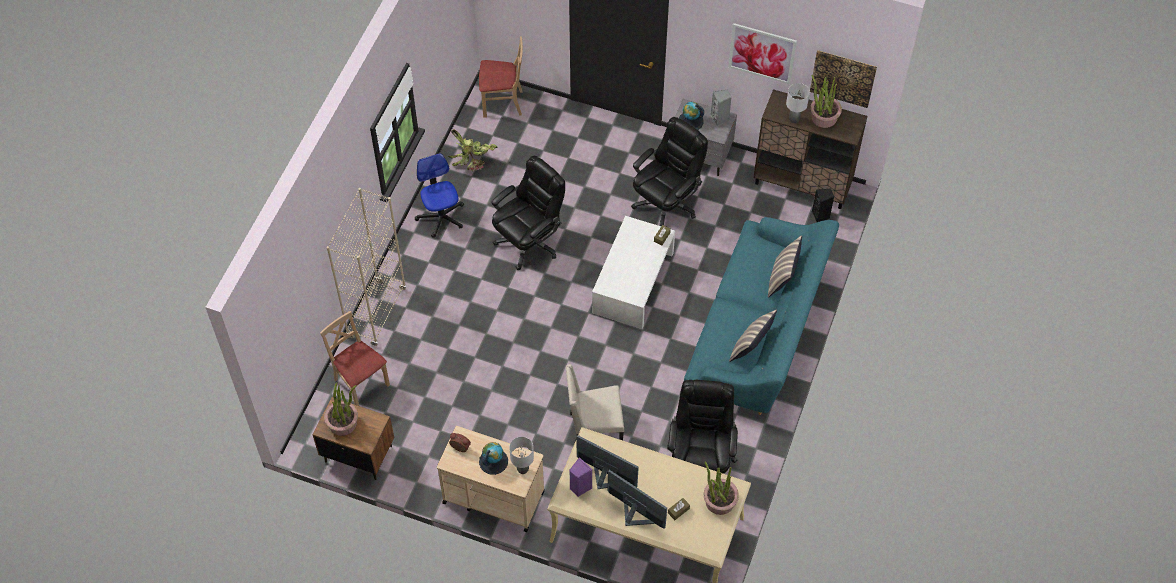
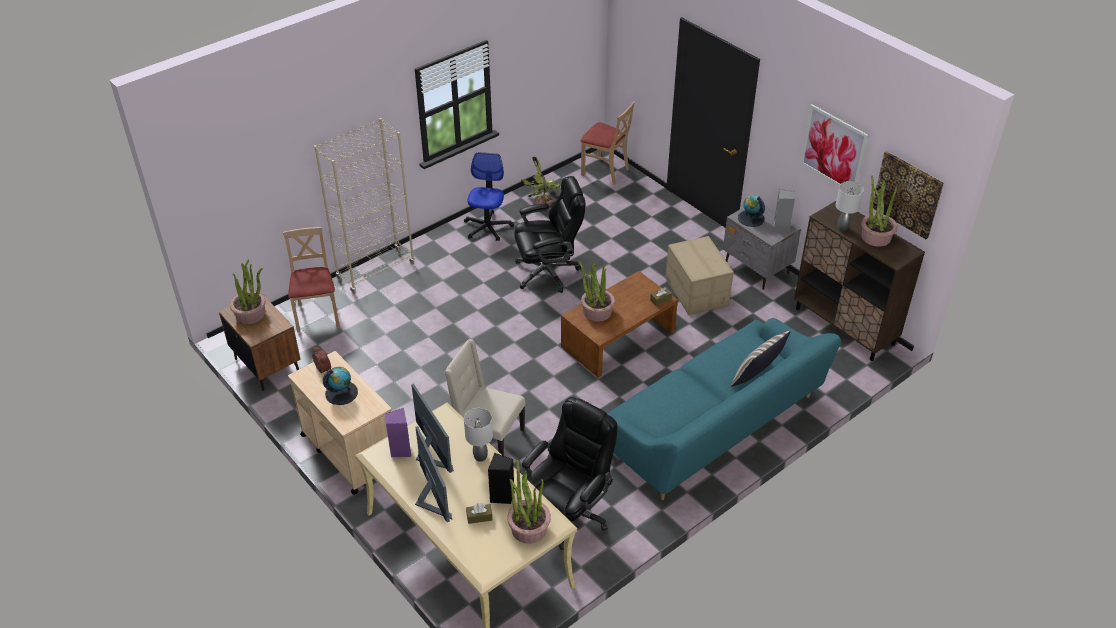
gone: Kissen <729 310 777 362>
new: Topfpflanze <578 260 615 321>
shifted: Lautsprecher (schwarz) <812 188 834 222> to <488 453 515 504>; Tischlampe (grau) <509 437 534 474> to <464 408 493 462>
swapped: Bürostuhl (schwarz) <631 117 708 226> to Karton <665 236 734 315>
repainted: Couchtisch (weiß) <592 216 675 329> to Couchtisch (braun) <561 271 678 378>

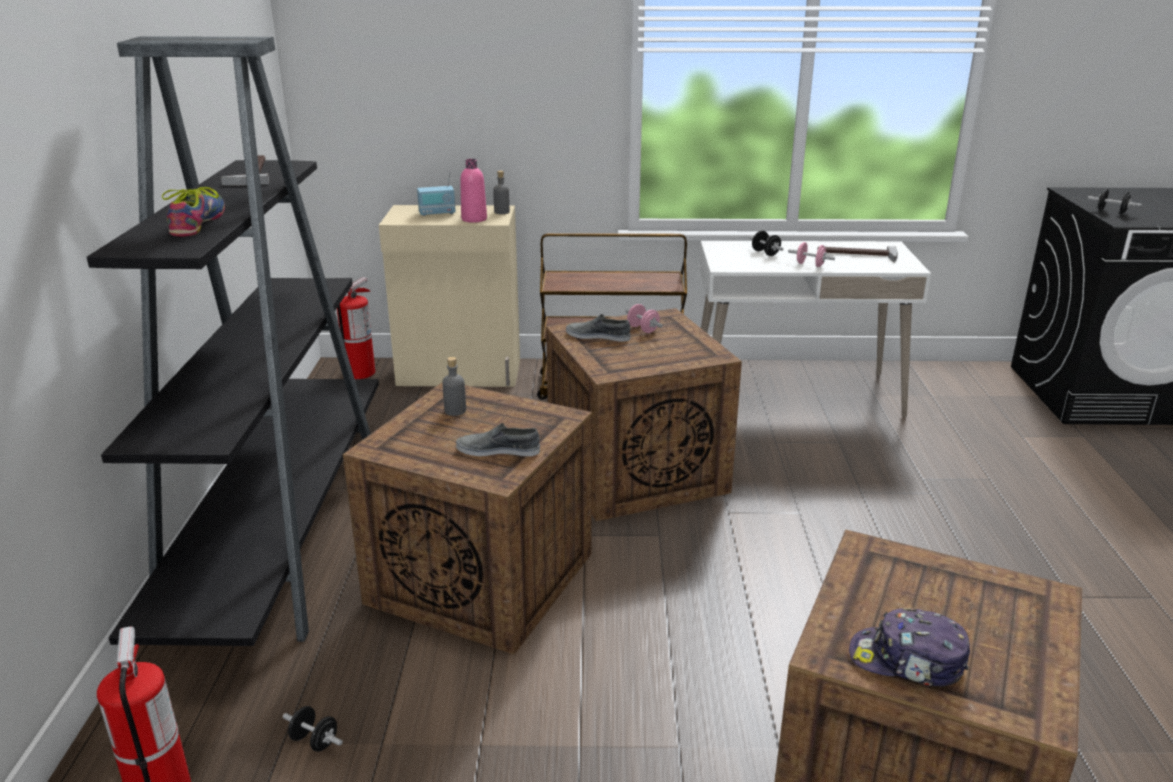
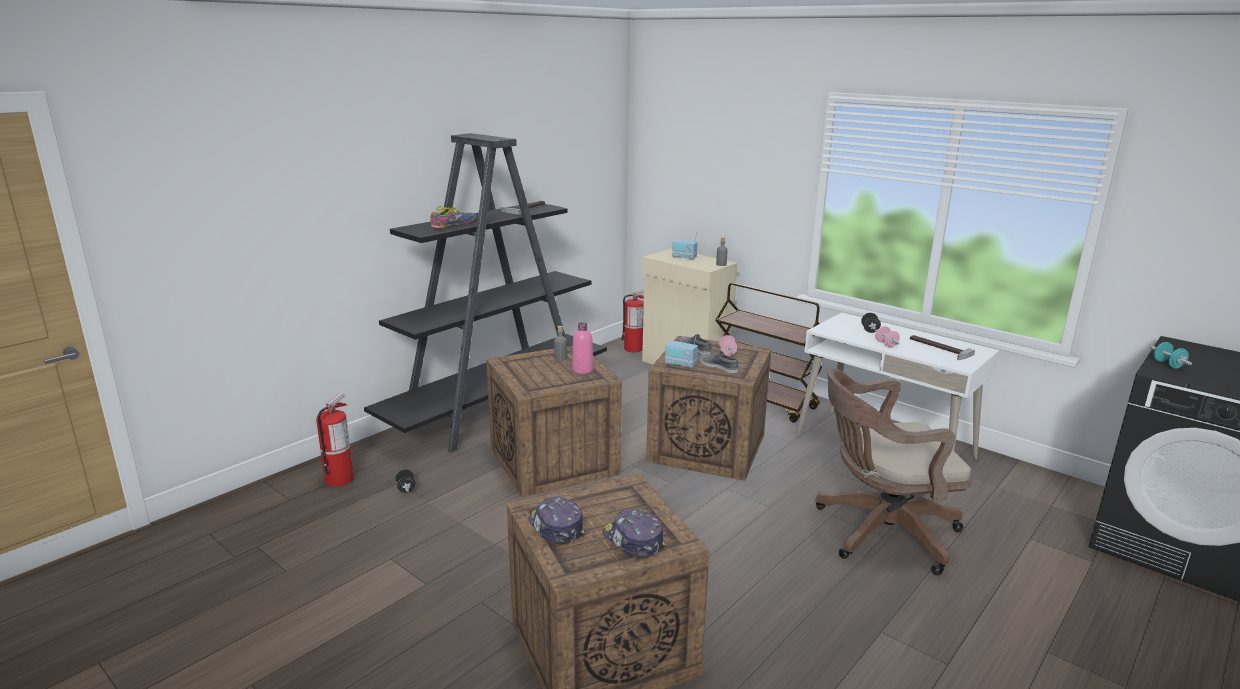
new: Radio <665 333 698 368>; Bürostuhl (braun) <815 368 972 575>; Kappe <603 509 666 558>
shifted: Flasche (rosa) <460 159 487 223> to <572 322 594 374>; Schuh (grau) <456 423 540 456> to <699 351 739 373>
repainted: Hantel (schwarz) <1087 189 1142 214> to Hantel (türkis) <1150 342 1192 369>

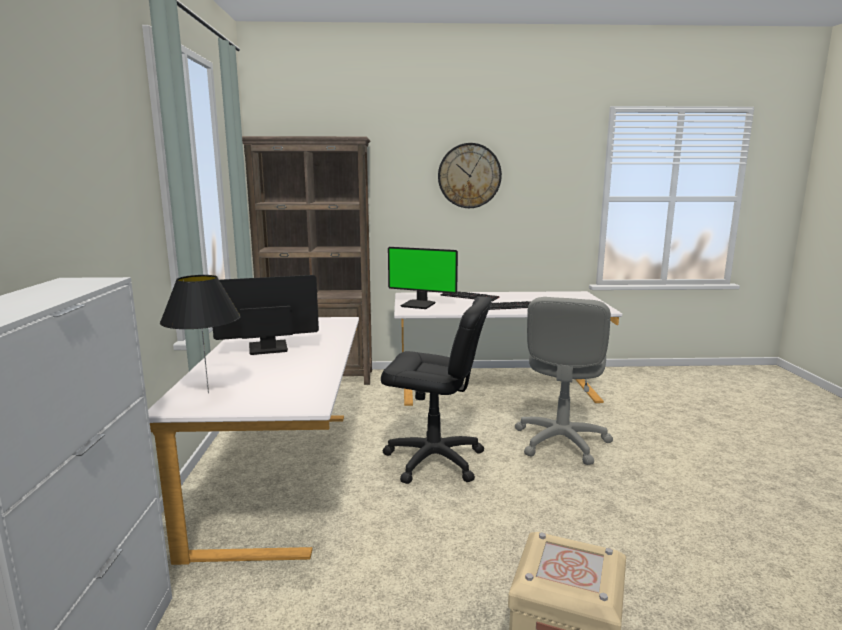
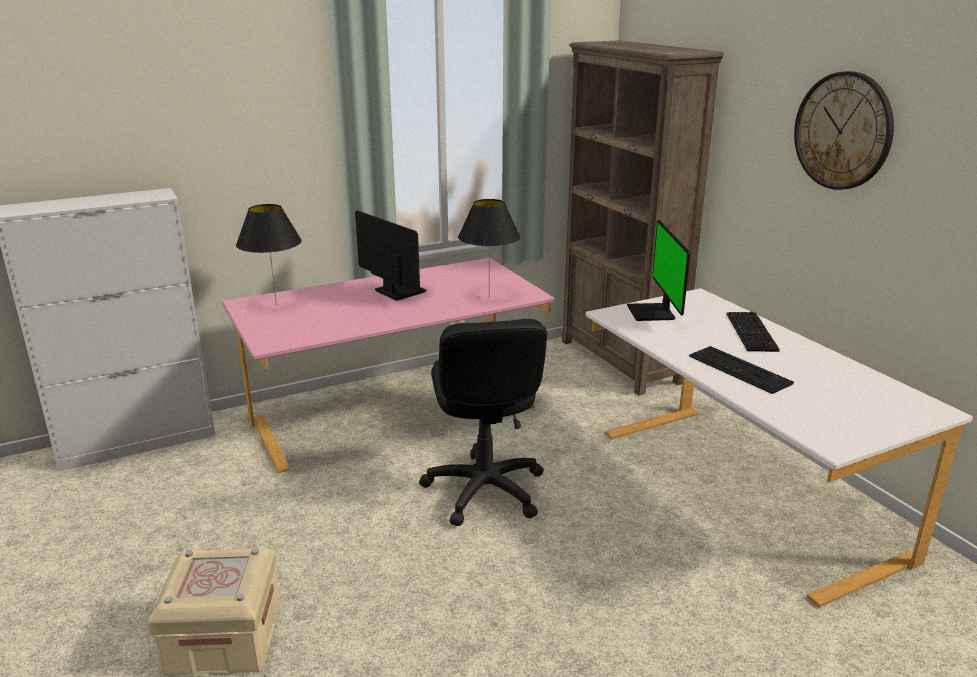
gone: Bürostuhl (grau) <515 297 613 465>
new: Tischlampe (schwarz) <458 199 520 298>
repainted: Schreibtisch (weiß) <148 317 359 565> to Schreibtisch (rosa) <222 258 554 473>

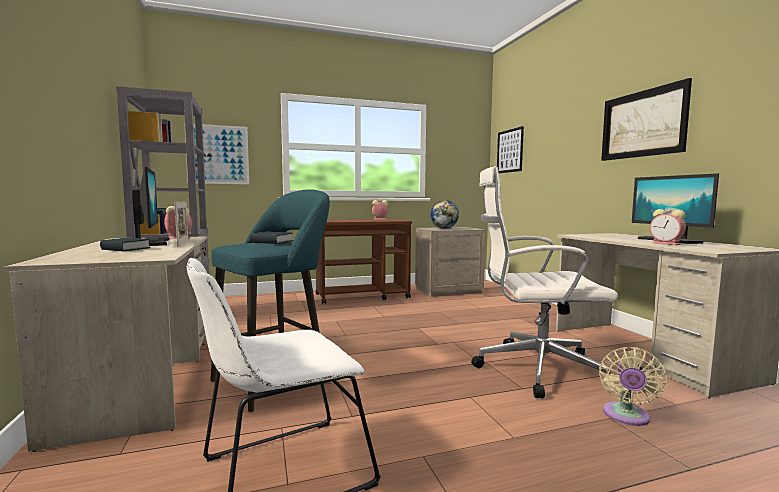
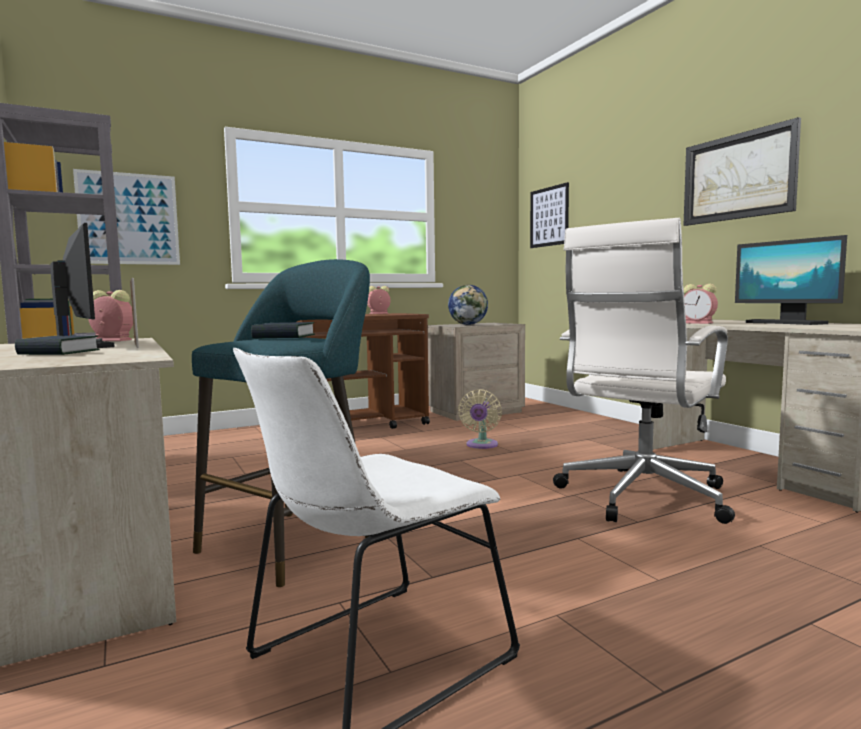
shifted: Wecker <650 209 686 245> to <684 284 718 324>; Ventilator (beige) <599 347 667 426> to <458 389 502 449>
rotated: Bürostuhl (weiß) <471 166 618 398> = <553 218 735 524> 45 degrees counterclockwise

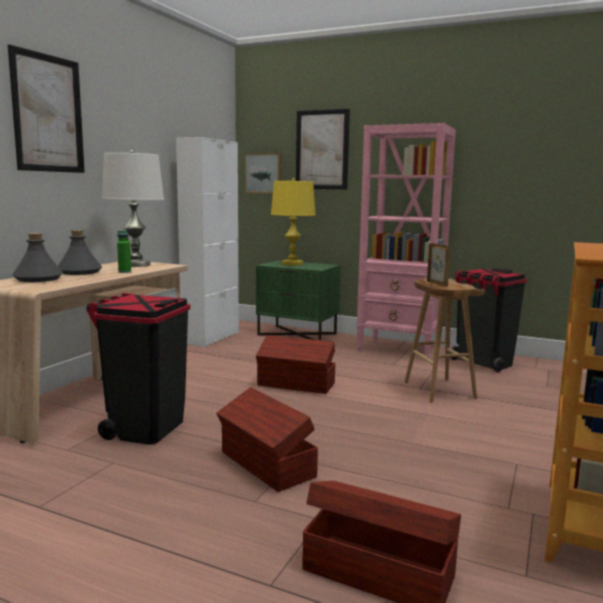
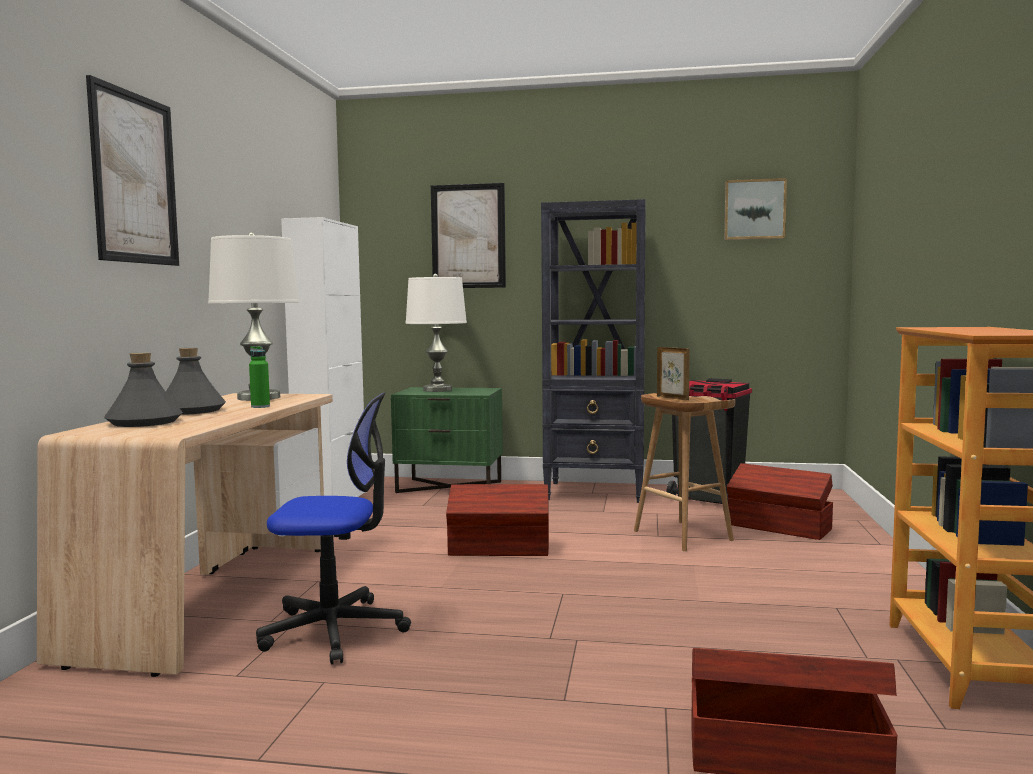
shifted: Bild <245 153 281 194> to <724 178 787 240>; Aufbewahrungsbox (braun) <216 387 318 492> to <727 463 833 540>
swapped: Mülleimer (schwarz) <86 293 190 445> to Bürostuhl <256 392 411 665>
repainted: Bücherregal (rosa) <357 123 456 358> to Bücherregal (schwarz) <541 199 646 503>; Tischlampe (gelb) <271 178 315 265> to Tischlampe (weiß) <406 274 467 392>

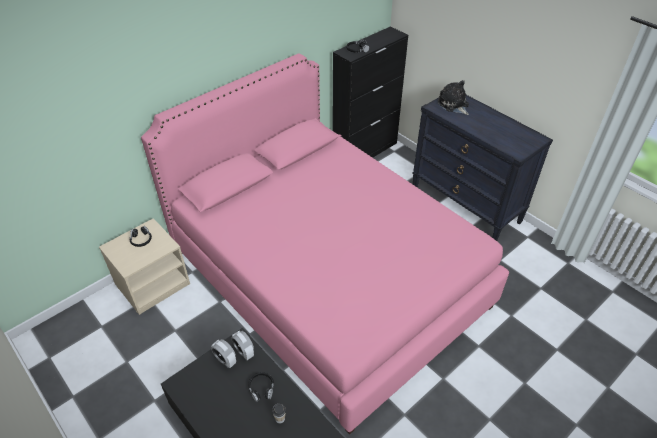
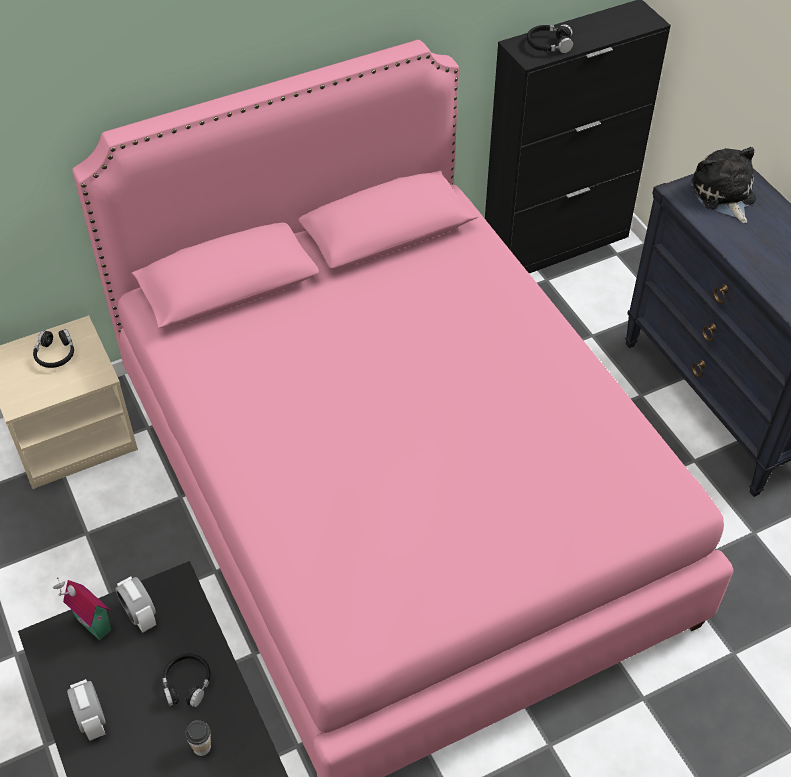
new: Spielzeughaus <52 577 112 641>
shifted: Wecker <231 331 254 360> to <67 679 105 741>

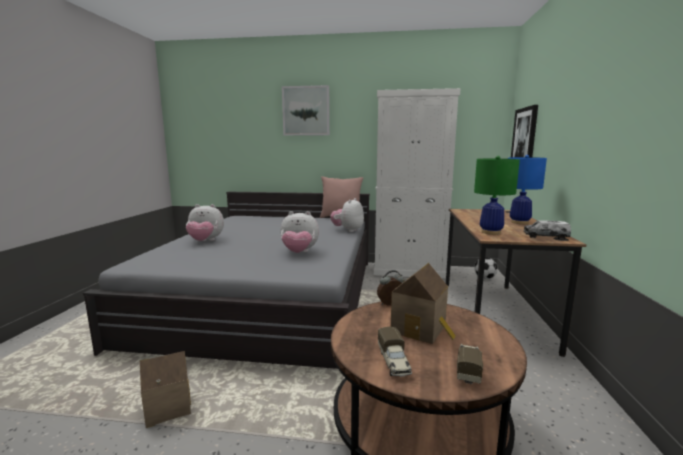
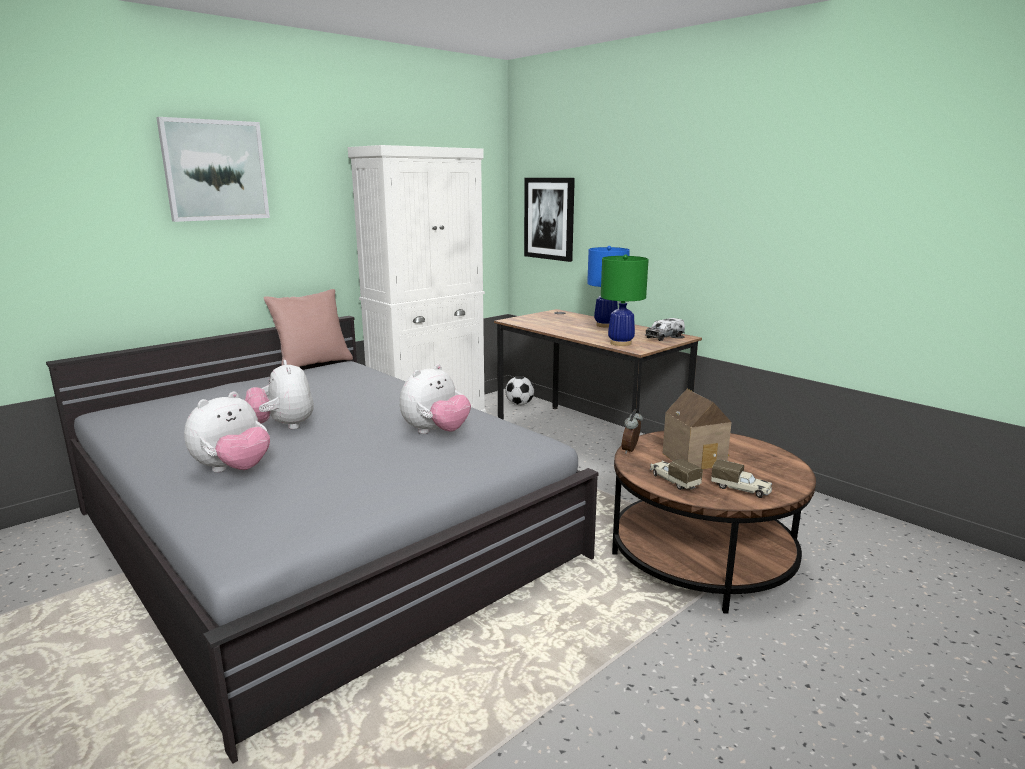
gone: Spielzeughaus <140 351 191 428>
shifted: Plüschtier <330 198 364 232> to <245 360 314 429>; Spielzeuglaster <457 344 483 385> to <650 459 703 490>

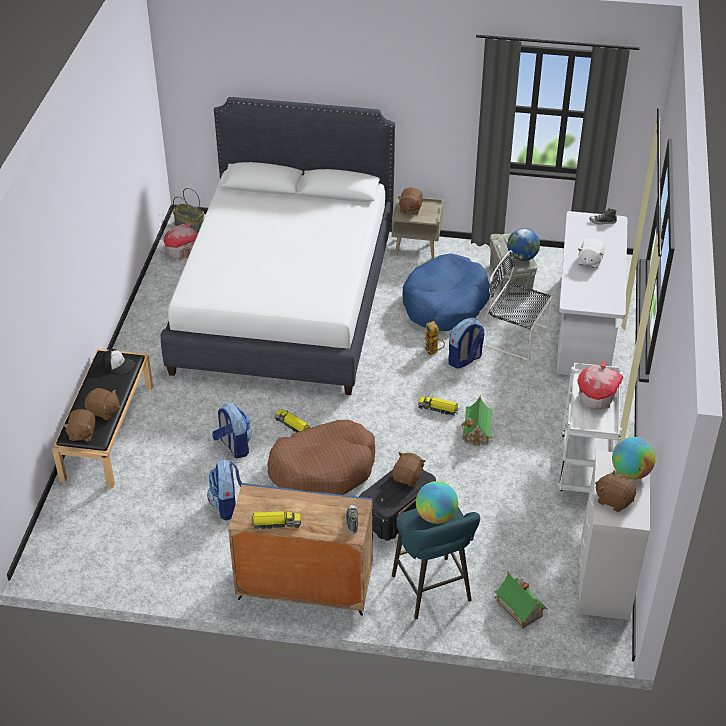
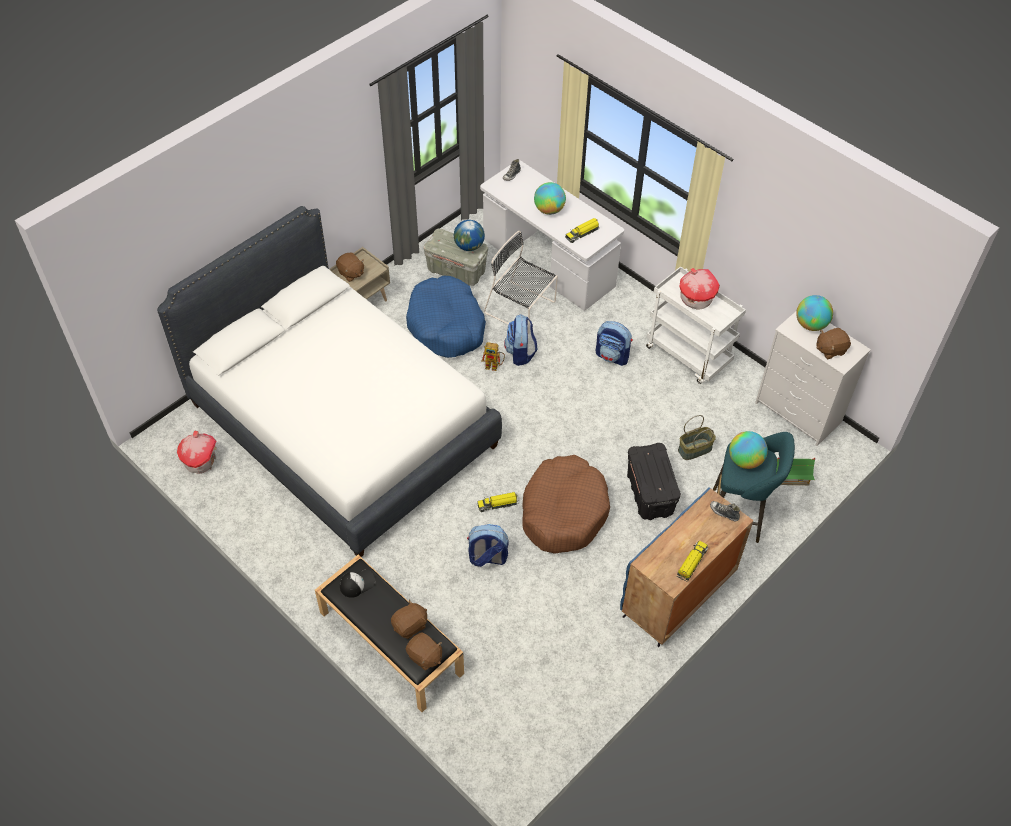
gone: Spielzeughaus <461 397 493 446>; Plüschtier (braun) <392 452 425 486>
shifted: Korb <172 188 204 232> to <678 415 716 460>; Spielzeuglaster <418 396 459 416> to <565 218 600 243>; Rucksack <207 459 242 520> to <595 321 633 366>
swapped: Plüschtier (weiß) <578 238 605 268> to Globus <534 182 566 215>
rotated: Stuhl (schwarz) <482 250 553 360> = <484 231 558 334> 60 degrees clockwise

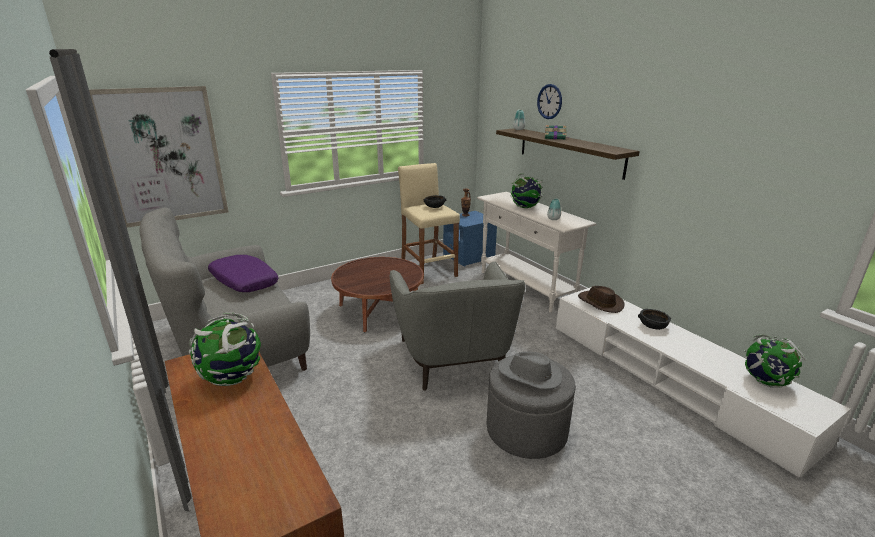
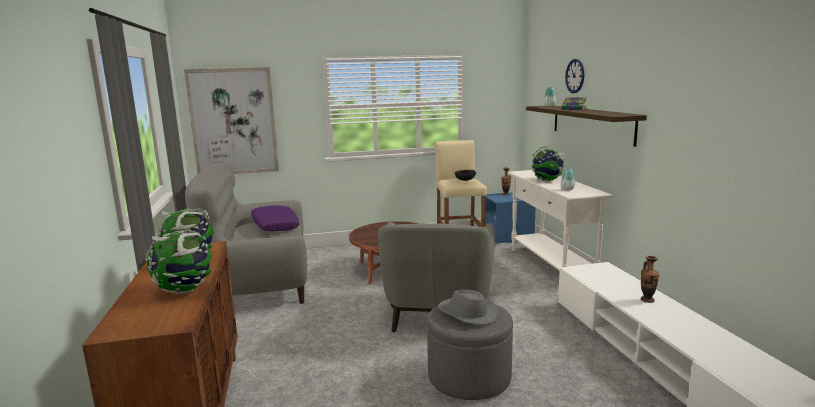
gone: Hut (braun) <578 286 625 313>
shifted: Globus <744 334 806 388> to <145 229 212 294>
swapped: Schüssel (schwarz) <638 309 671 330> to Vase <641 256 659 303>

